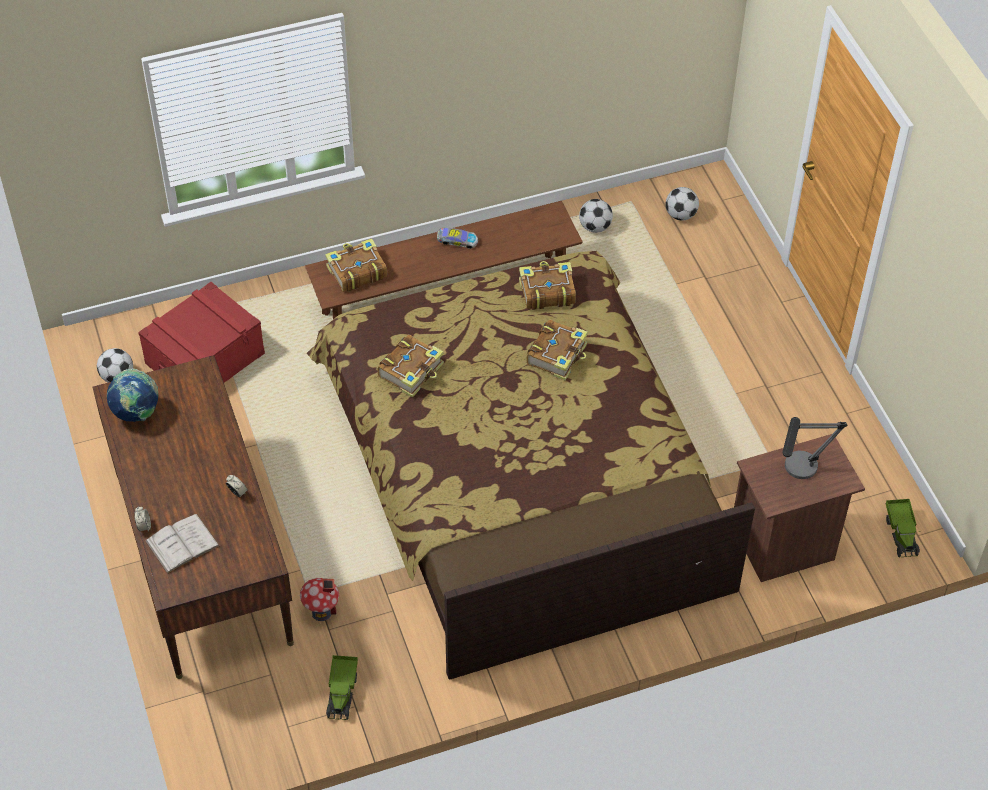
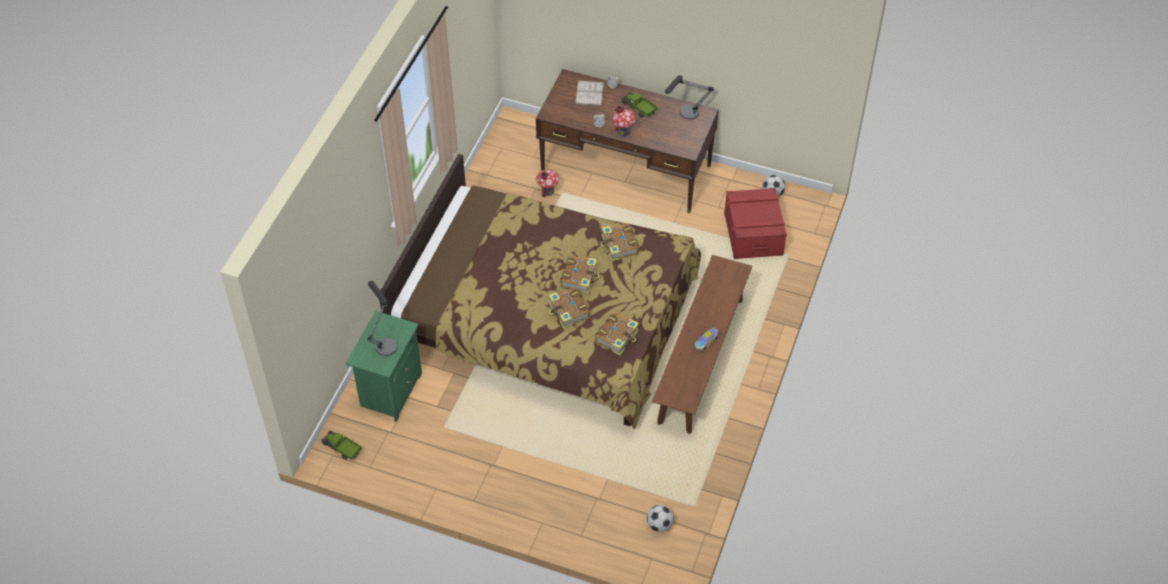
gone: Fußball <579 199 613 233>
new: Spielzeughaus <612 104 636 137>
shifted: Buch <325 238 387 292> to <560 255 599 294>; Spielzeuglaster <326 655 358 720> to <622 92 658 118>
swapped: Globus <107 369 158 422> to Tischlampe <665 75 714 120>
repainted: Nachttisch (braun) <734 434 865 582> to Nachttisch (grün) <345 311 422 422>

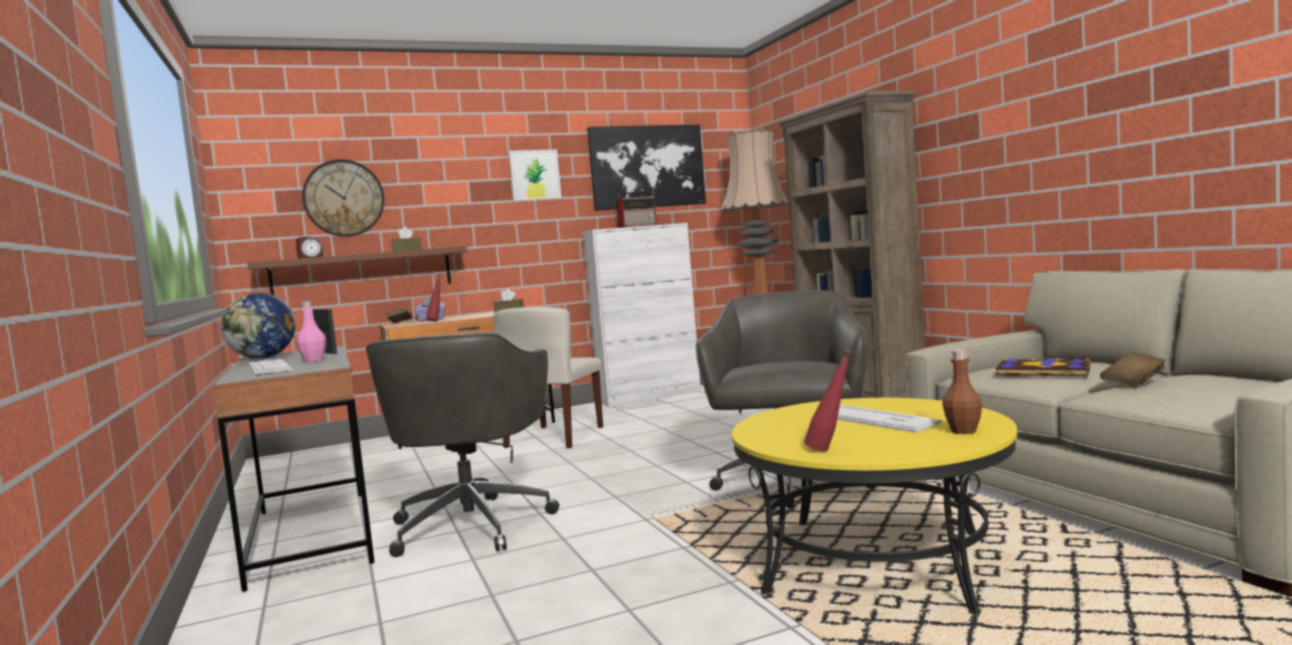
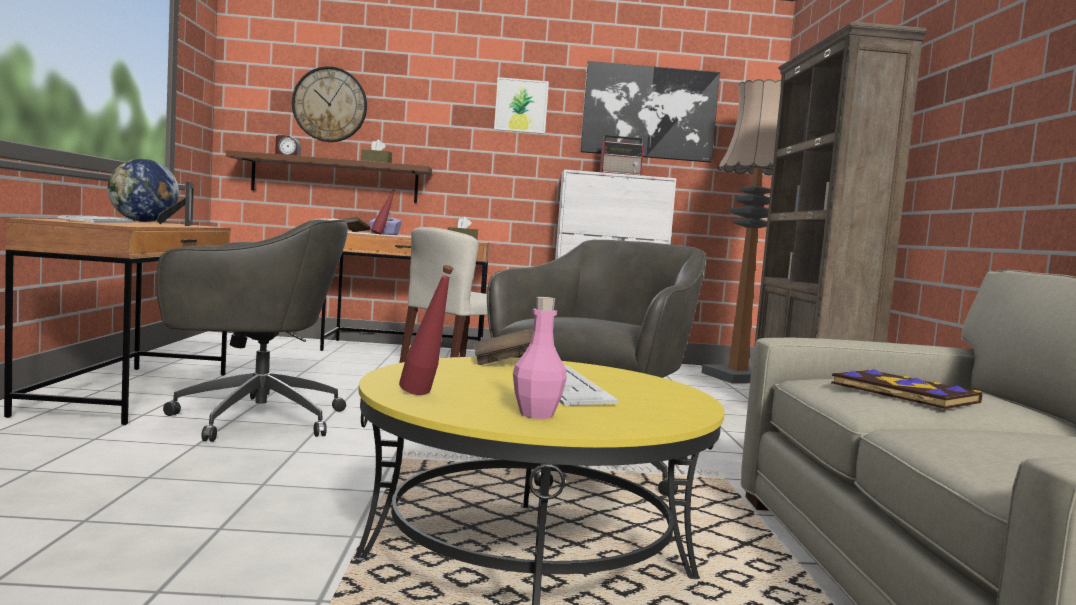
gone: Flasche (braun) <942 349 982 434>
shifted: Flasche (rosa) <296 301 326 362> to <513 297 567 419>; Buch (braun) <1100 352 1166 389> to <474 328 533 365>
repainted: Schreibtisch (grau) <213 346 374 592> to Schreibtisch (braun) <4 218 231 425>
rotated: Bürostuhl (grau) <366 332 559 557> = <157 218 348 442> 120 degrees counterclockwise

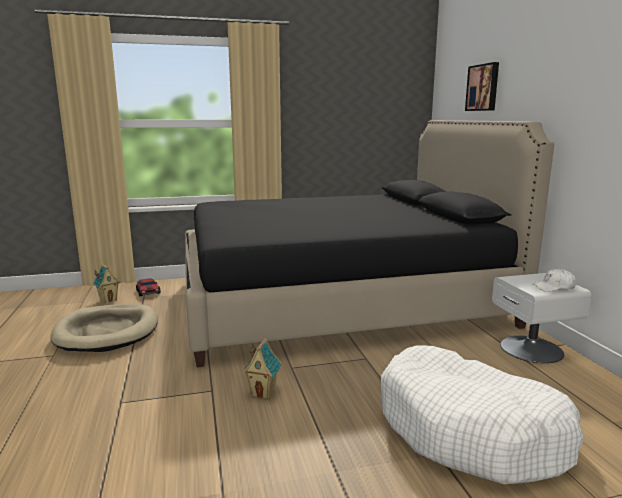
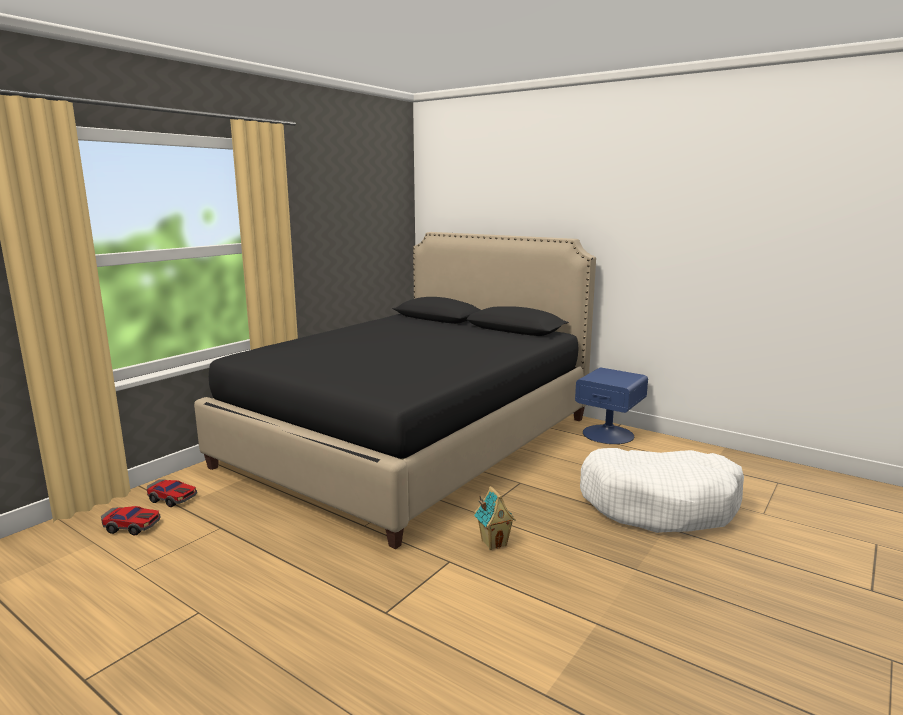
gone: Bild <465 62 499 111>; Kappe (weiß) <532 268 576 292>; Hundebett (beige) <50 304 158 352>
swapped: Spielzeughaus <93 264 120 303> to Spielzeugauto <101 506 160 535>
repainted: Nachttisch (weiß) <492 273 591 363> to Nachttisch (blau) <575 368 648 444>

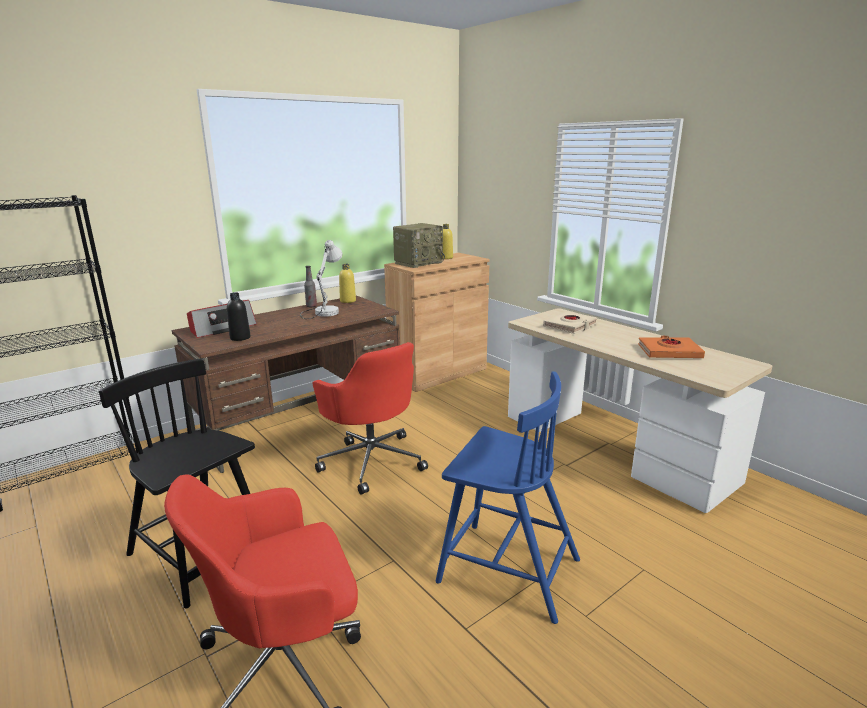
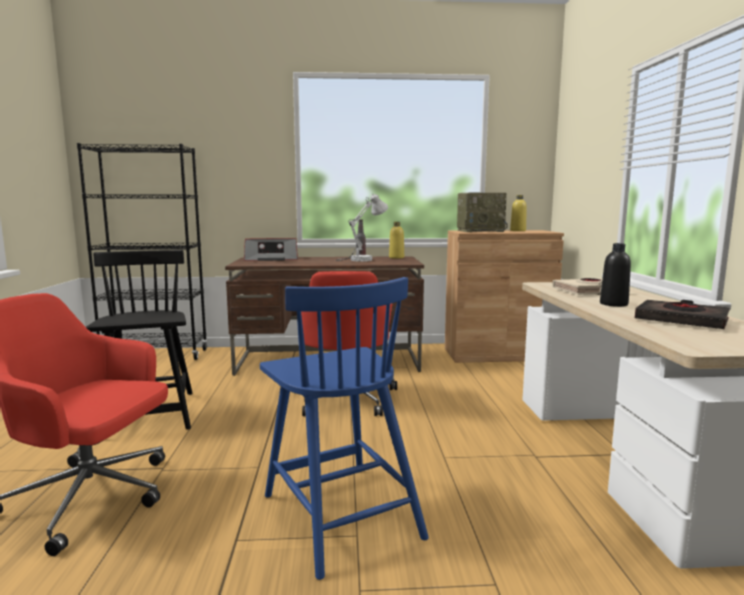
shifted: Flasche (schwarz) <227 292 251 341> to <600 243 631 307>
repainted: Buch (orange) <638 336 705 358> to Buch (schwarz) <635 300 730 329>

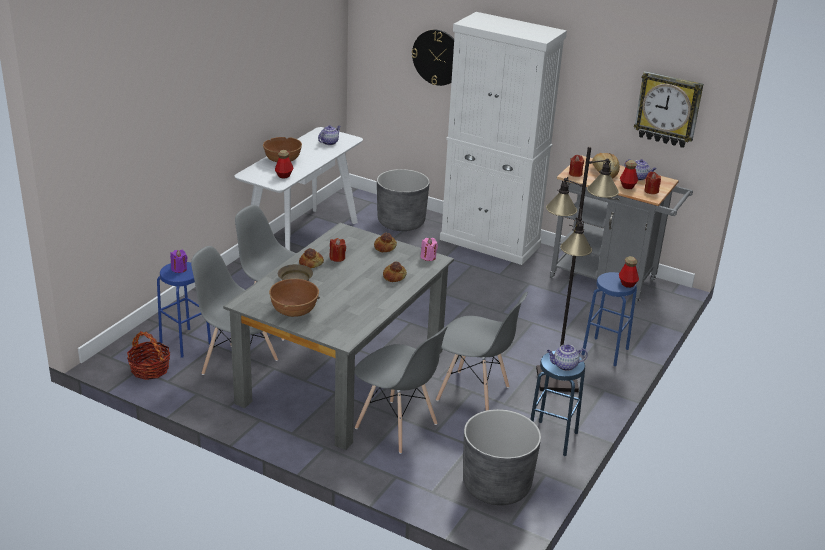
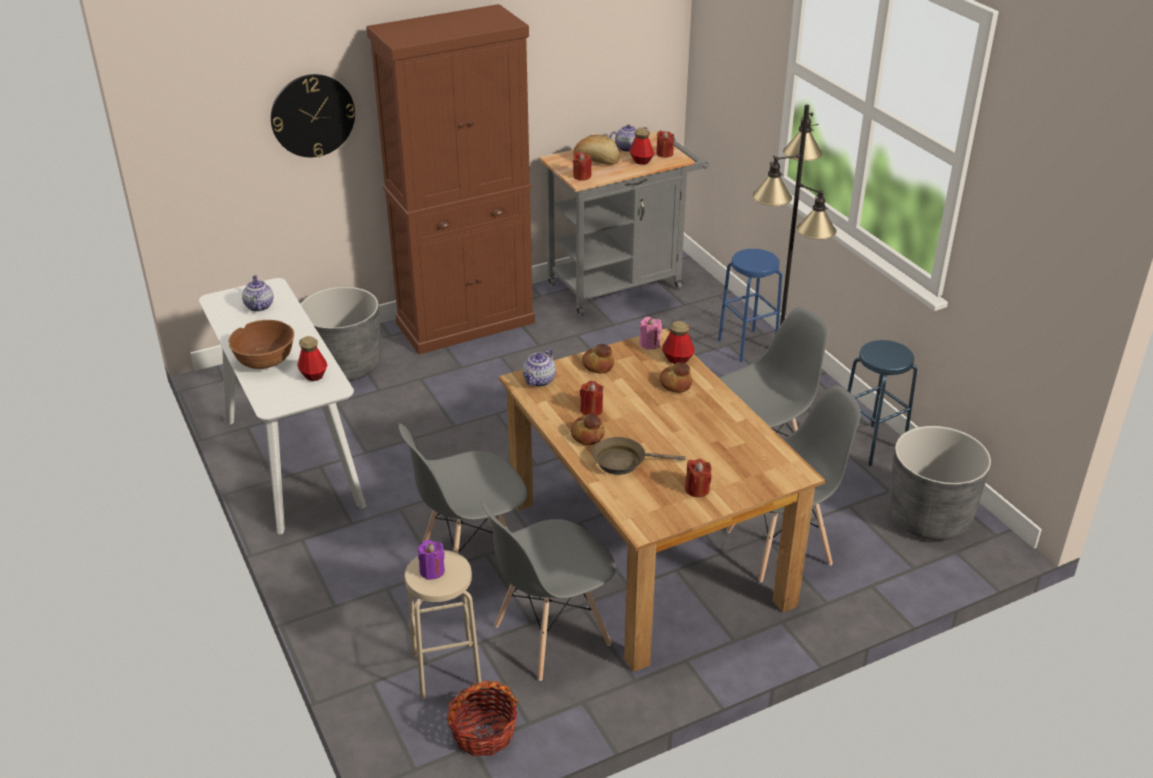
gone: Wanduhr <634 71 703 148>
shifted: Flasche <619 256 639 288> to <662 321 694 364>; Teekanne <547 344 588 371> to <523 348 556 387>
swapped: Schüssel (braun) <269 279 319 317> to Kerze (rot) <685 459 712 497>
repainted: Schrank (weiß) <440 12 567 265> to Schrank (braun) <366 4 535 354>; Esstisch (grau) <223 223 454 450> to Esstisch (braun) <499 328 825 672>; Hocker (blau) <157 262 211 358> to Hocker (beige) <404 550 481 699>

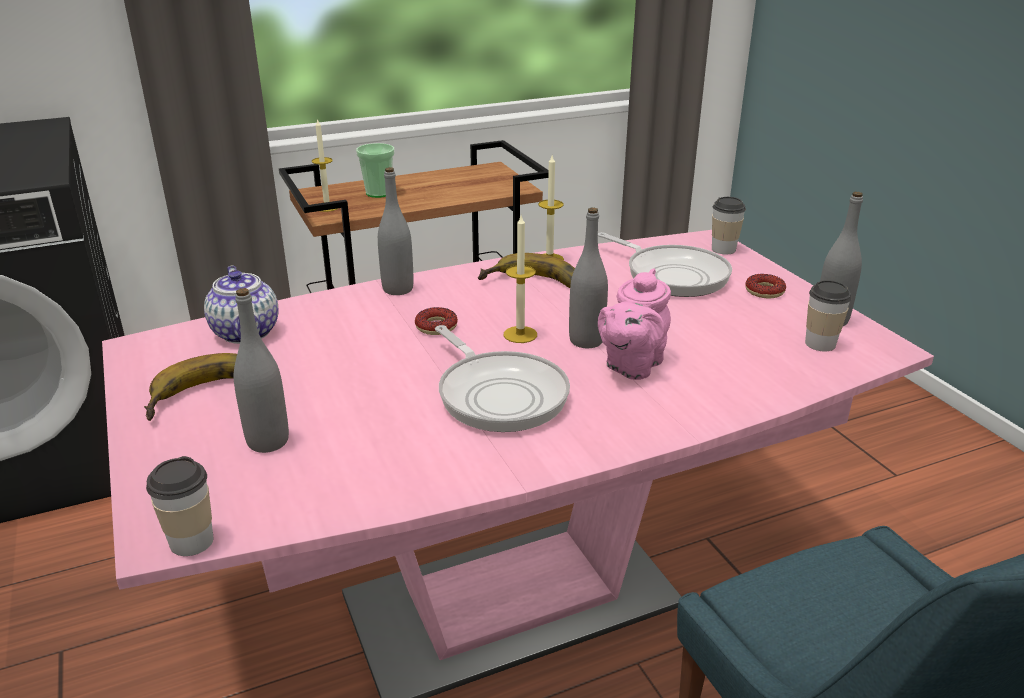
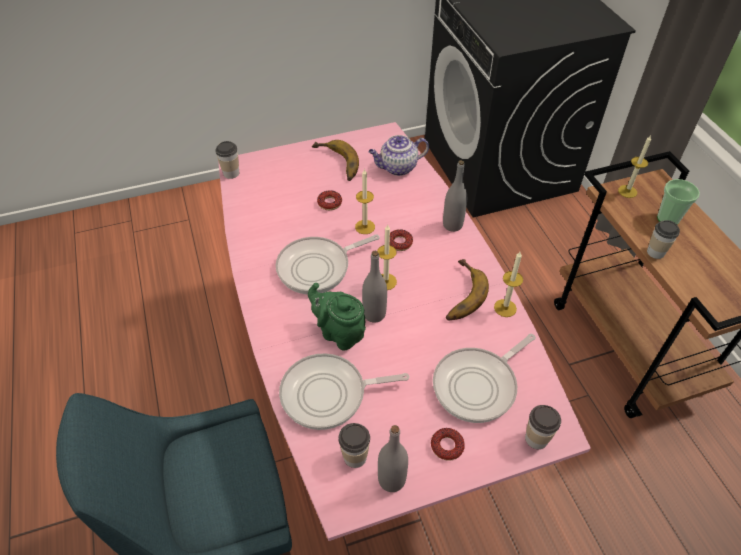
gone: Flasche (grau) <233 288 289 453>
new: Kerze <355 168 375 234>; Donut <317 190 342 210>; Tasse <647 220 680 259>; Pfanne <279 353 409 430>
repainted: Teekanne (rosa) <598 268 671 380> to Teekanne (grün) <308 283 366 350>

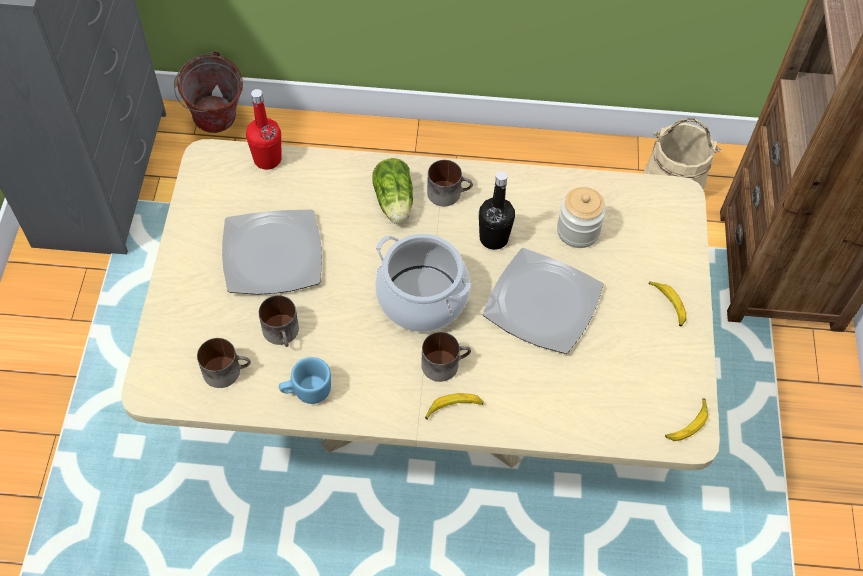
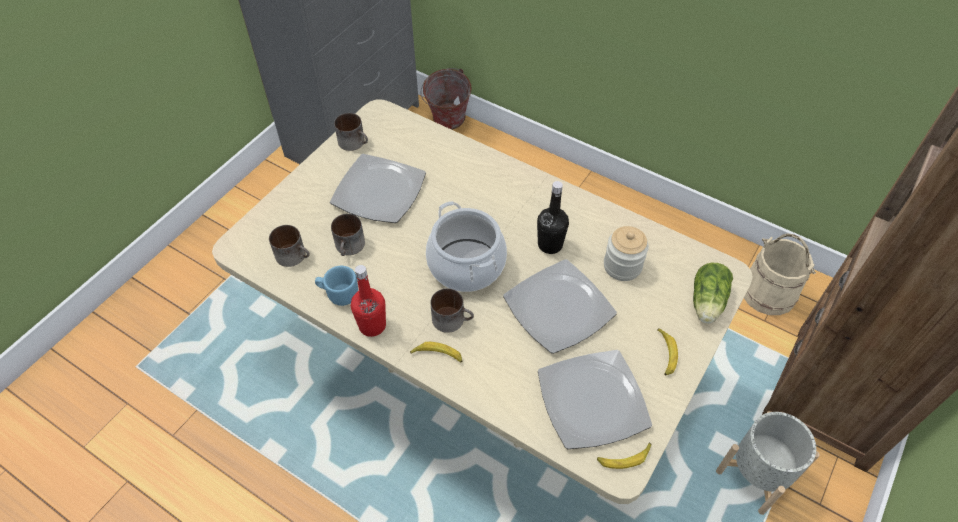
new: Teller <538 350 652 449>; Pflanzkübel (grau) <716 411 820 515>
shifted: Flasche (rot) <246 89 282 170> to <351 265 386 337>; Salatkopf <372 158 413 224> to <693 263 733 324>; Henkelbecher <427 160 473 207> to <334 113 368 151>

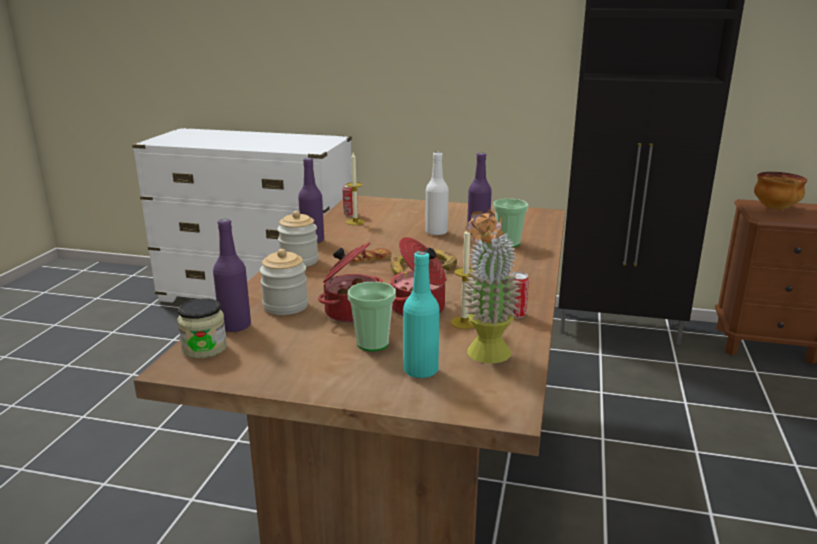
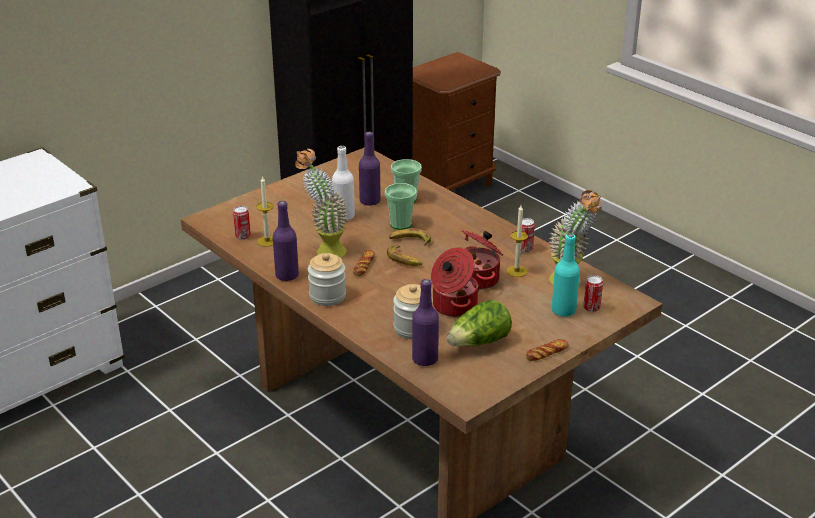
gone: Schüssel <754 172 807 210>; Vorratsglas <177 298 227 359>
new: Topfpflanze <295 149 348 258>; Dose <583 275 603 312>; Salatkopf <446 300 512 346>; Brot <526 339 569 361>
shifted: Tasse <348 282 396 351> to <385 183 417 230>

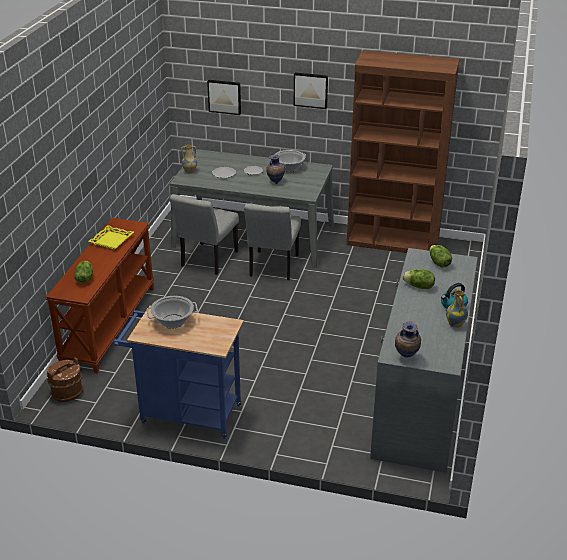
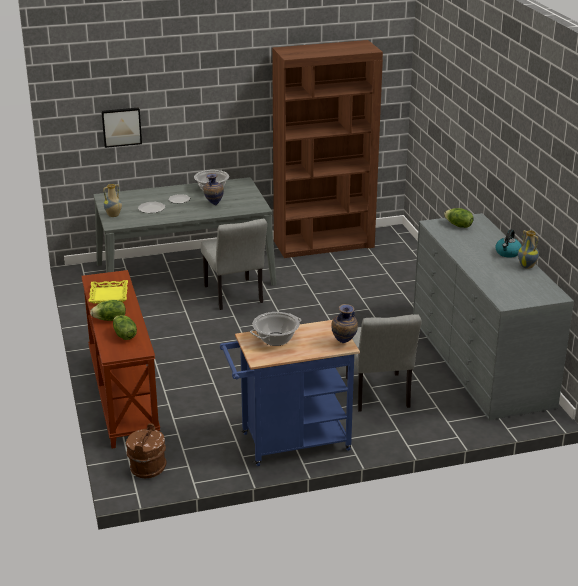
gone: Bild <294 73 328 109>
shifted: Stuhl (grau) <170 194 239 275> to <346 314 422 412>; Salatkopf <402 269 435 289> to <90 300 126 321>; Vase <395 321 421 358> to <331 304 358 343>

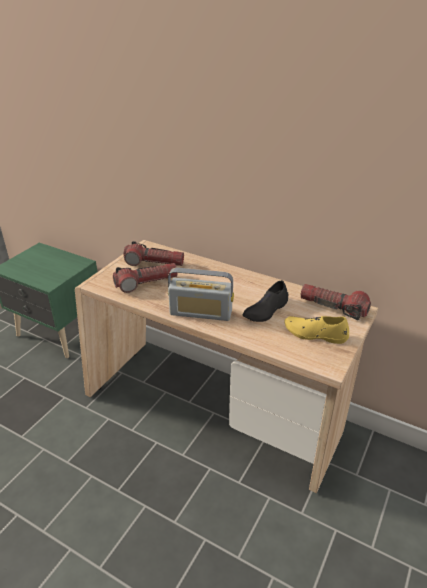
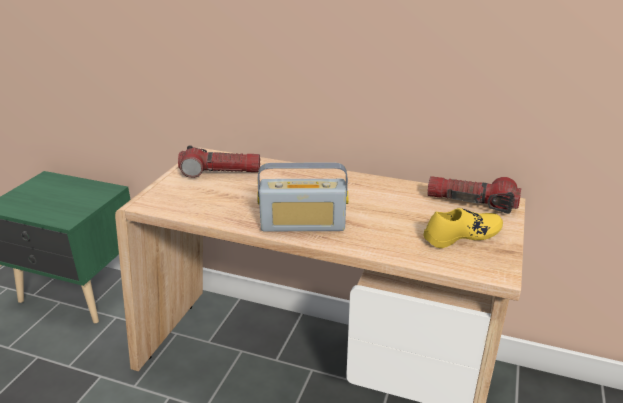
gone: Taschenlampe <113 263 178 293>; Schuh (schwarz) <242 280 288 322>
rotated: Schuh (gelb) <284 316 349 344> = <423 208 503 248> 150 degrees clockwise

